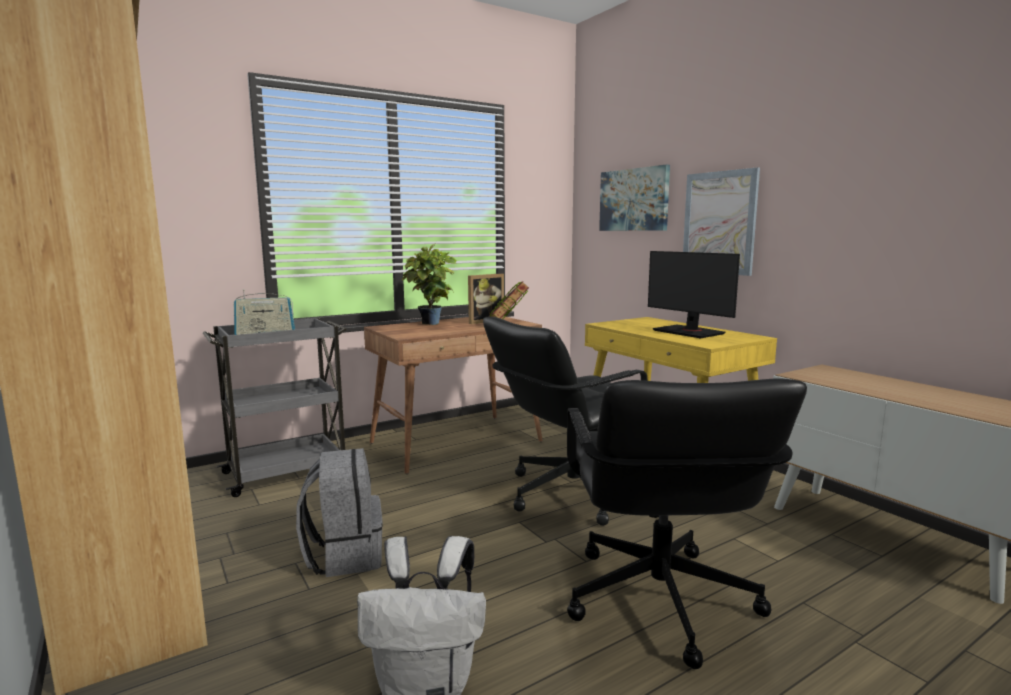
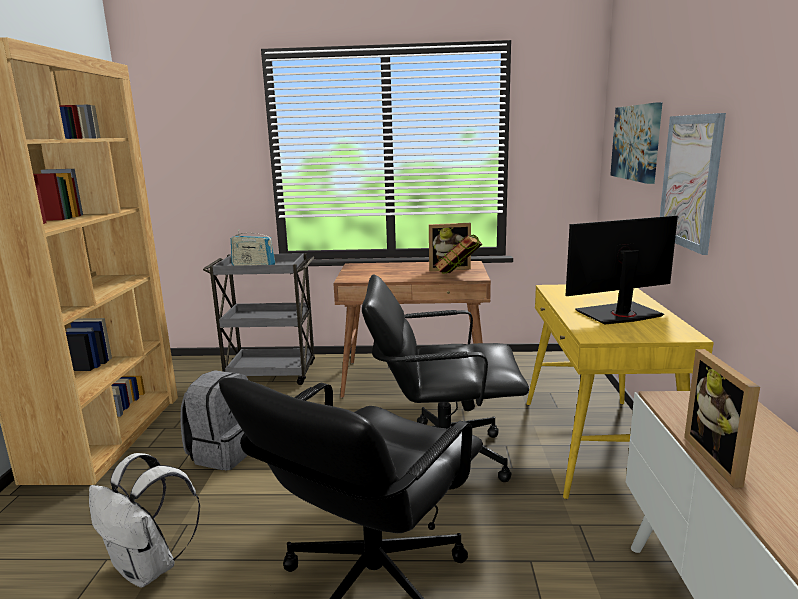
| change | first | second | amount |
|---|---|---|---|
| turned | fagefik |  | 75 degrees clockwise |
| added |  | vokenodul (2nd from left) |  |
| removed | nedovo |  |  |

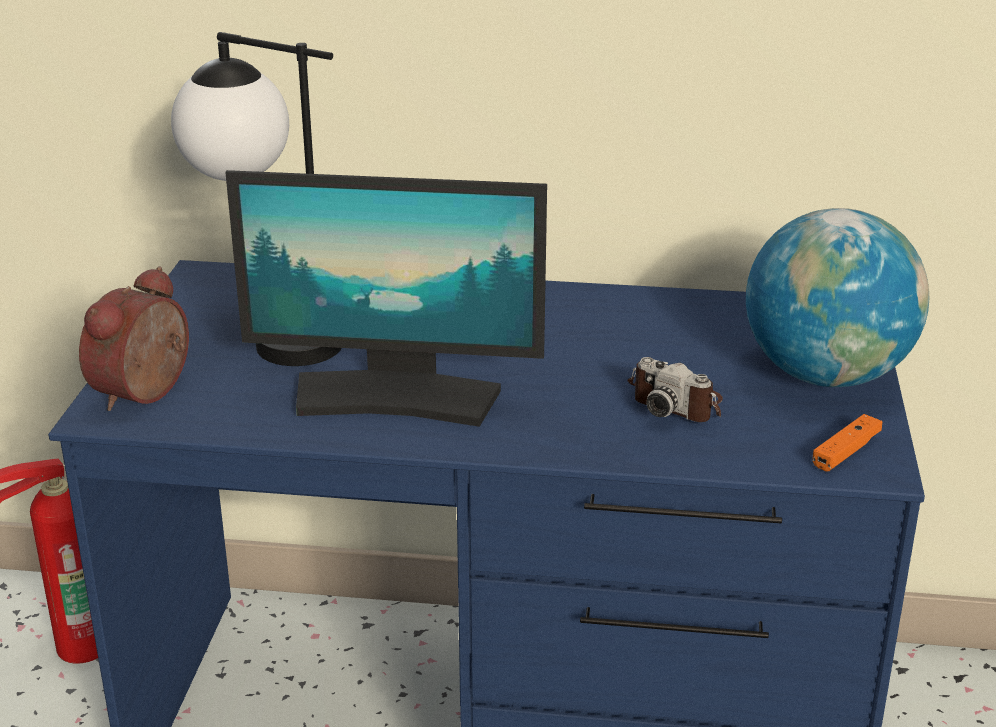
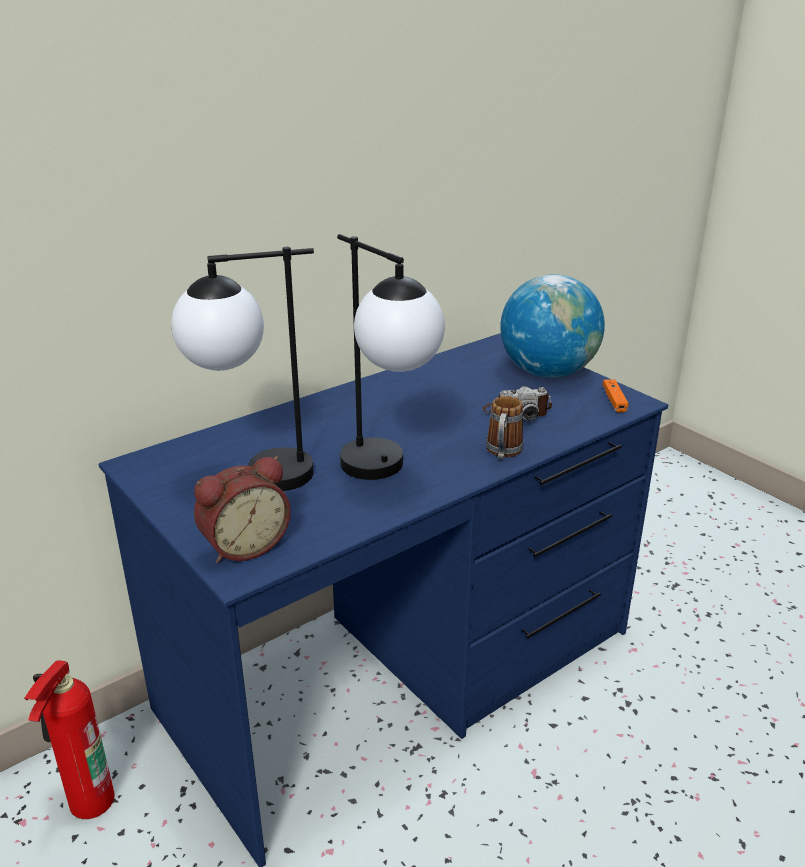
| change | first | second | amount |
|---|---|---|---|
| turned | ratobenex |  | 105 degrees counterclockwise |
| replaced | fagefik | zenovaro (2nd from left) |  |
| added |  | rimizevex |  |

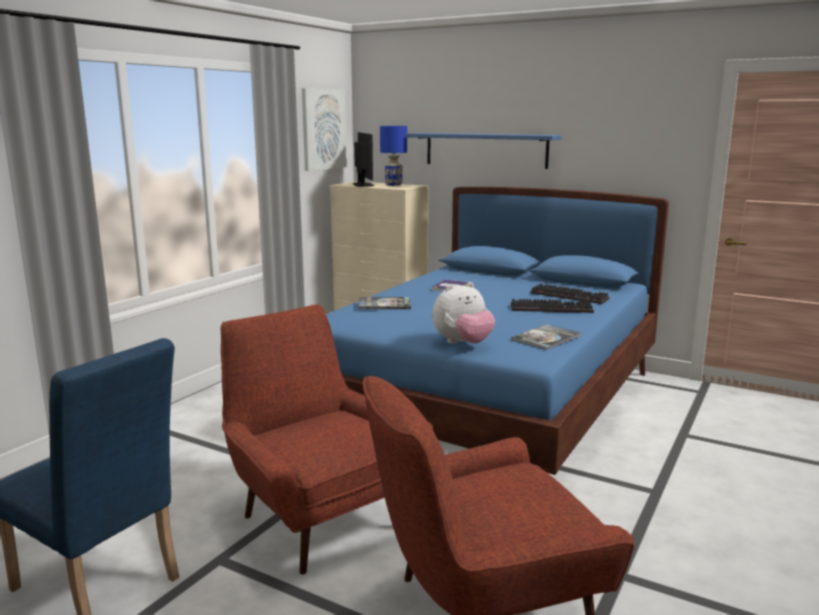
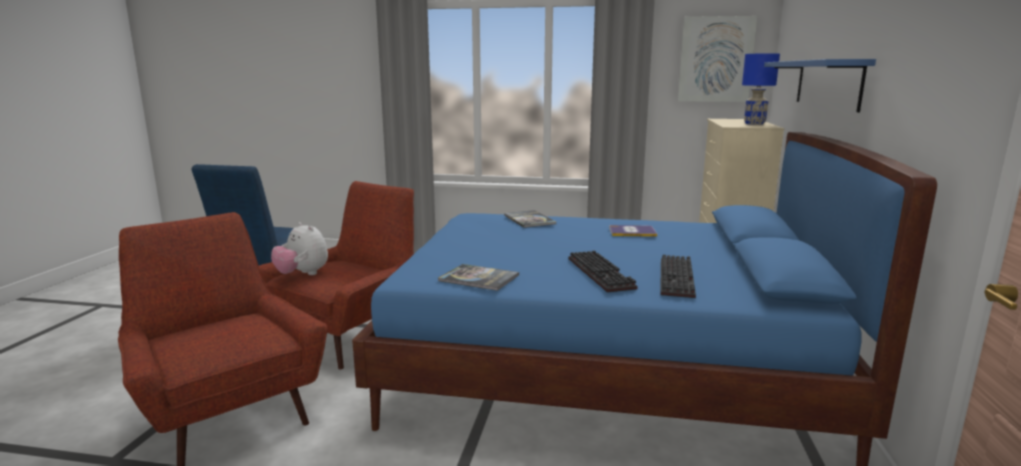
| change | first | second | amount |
|---|---|---|---|
| moved | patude |  |  |
| removed | fagefik |  |  |

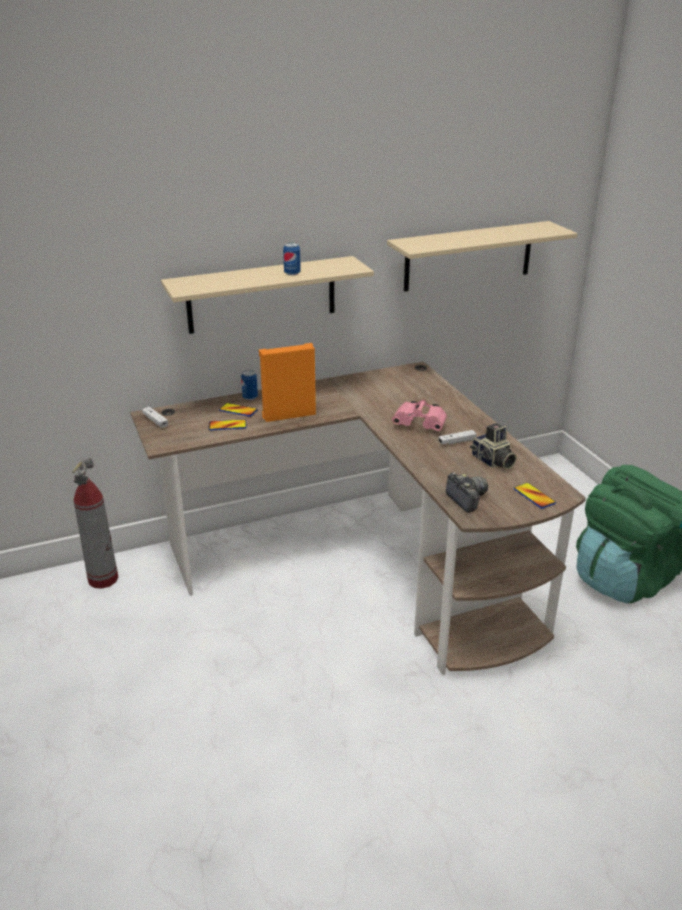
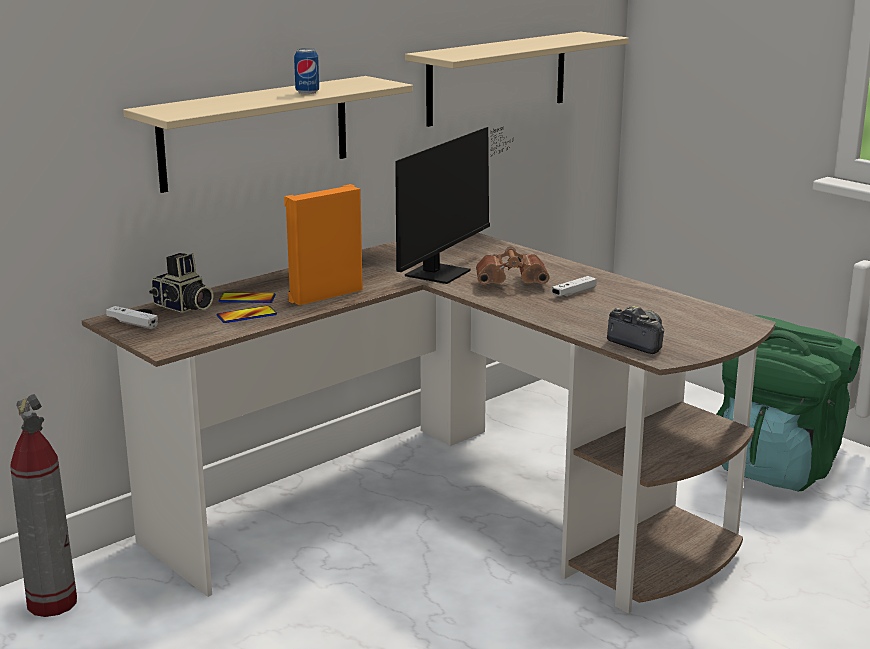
| change | first | second | amount |
|---|---|---|---|
| moved | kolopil (2nd from left in the first image) | kolopil (1st from left) |  |
| added |  | fagefik |  |
| recoloured | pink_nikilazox | brown_nikilazox |  |
| removed | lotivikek (1st from left) |  |  |
| removed | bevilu (3rd from left) |  |  |

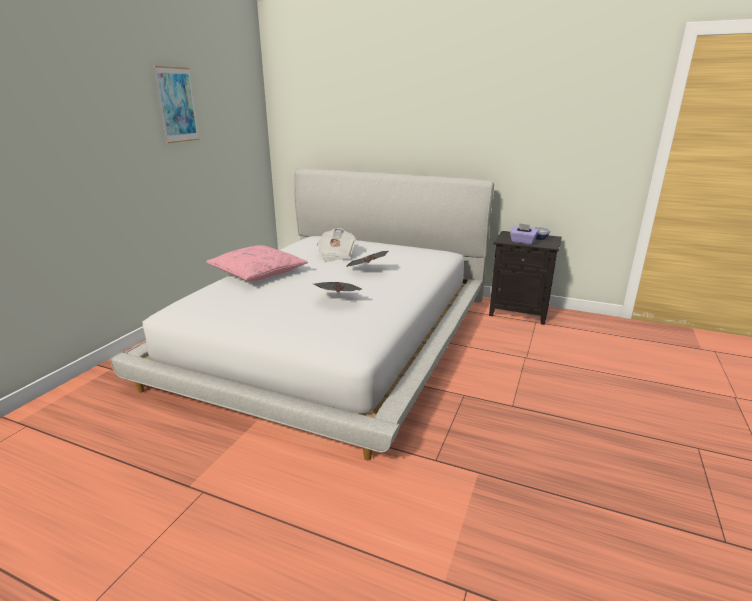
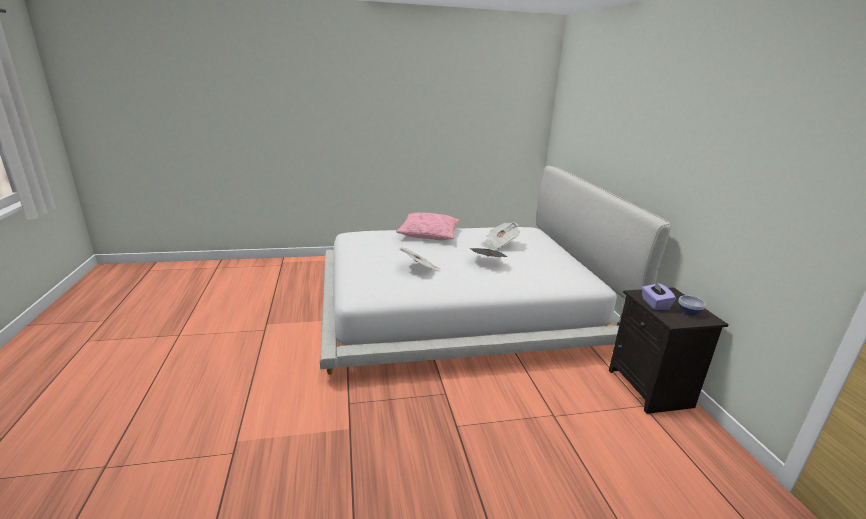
| change | first | second | amount |
|---|---|---|---|
| removed | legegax |  |  |

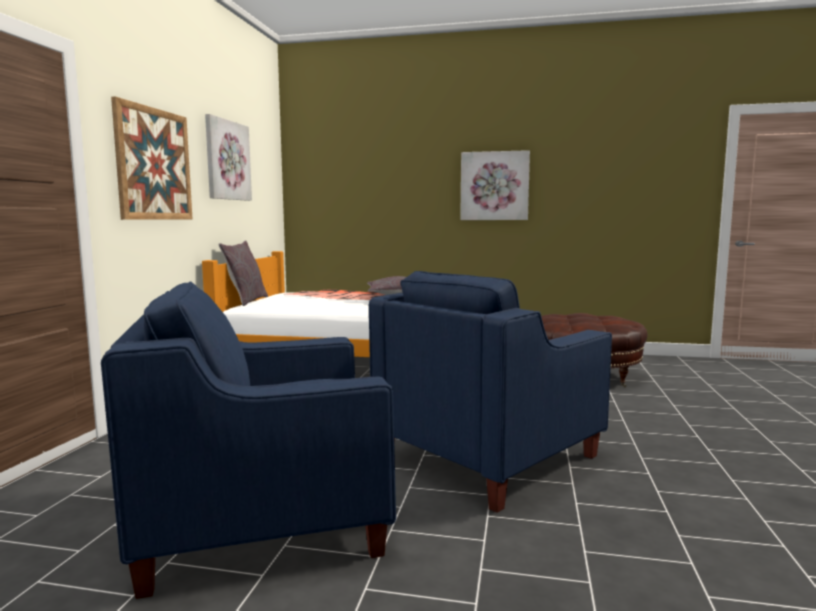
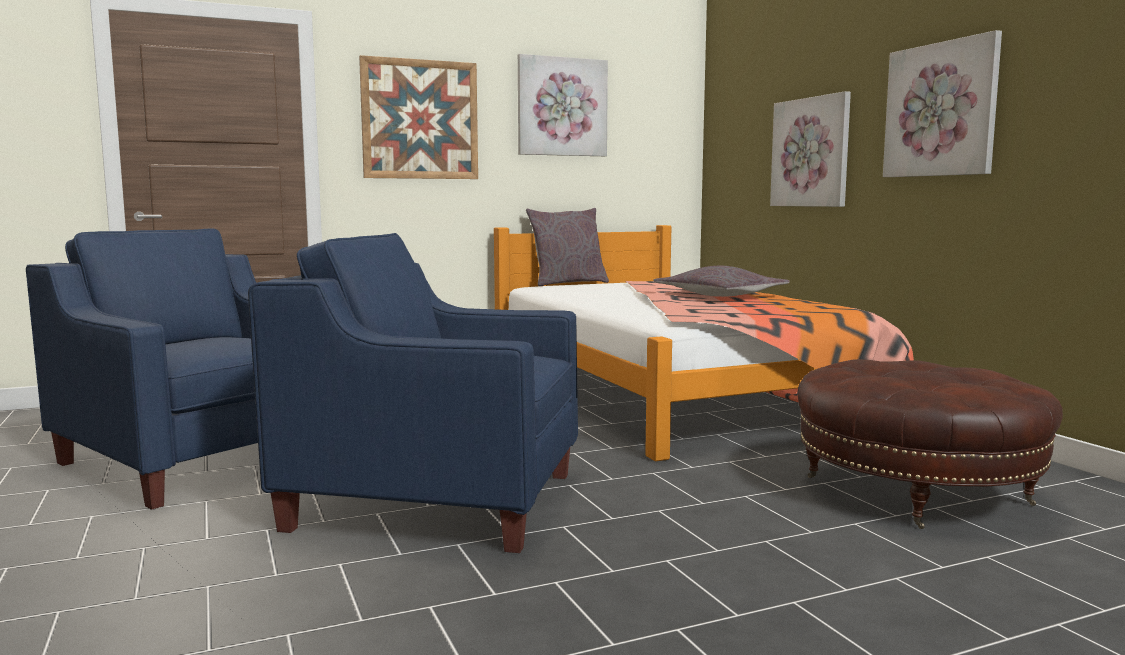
| change | first | second | amount |
|---|---|---|---|
| added |  | legegax (3rd from left) |  |

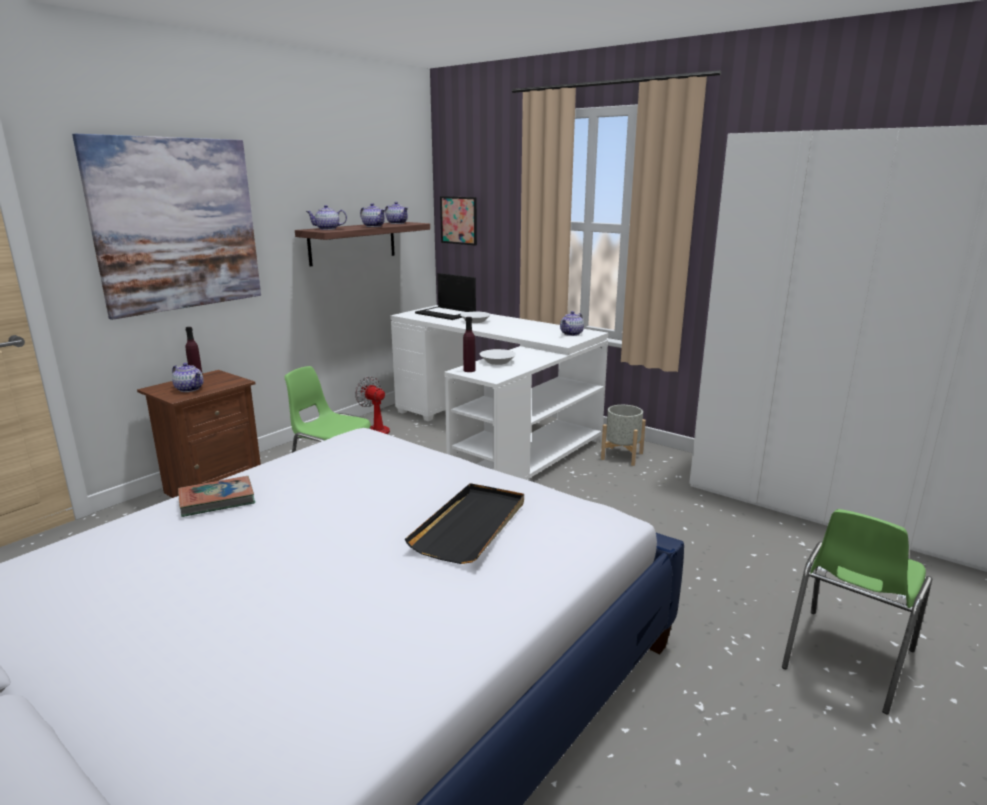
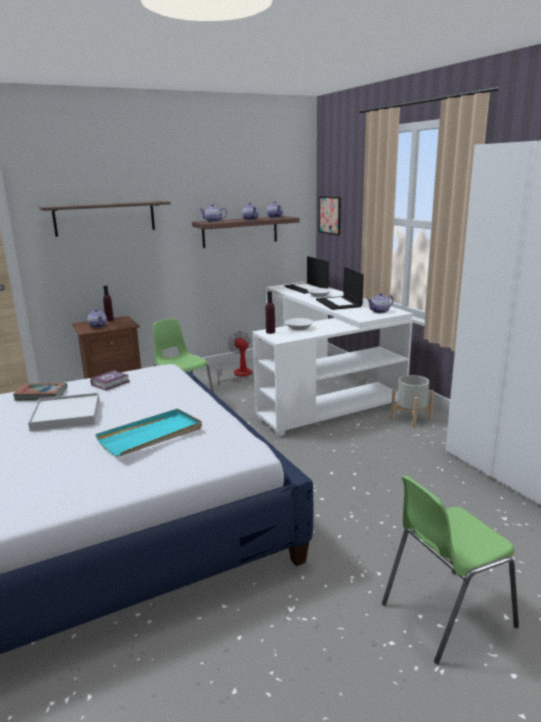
| change | first | second | amount |
|---|---|---|---|
| added |  | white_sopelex |  |
| replaced | legegax (1st from left) | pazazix (1st from left) |  |
| added |  | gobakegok (2nd from left) |  |
| recoloured | black_sopelex | turquoise_sopelex |  |
| added |  | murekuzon (2nd from left) |  |

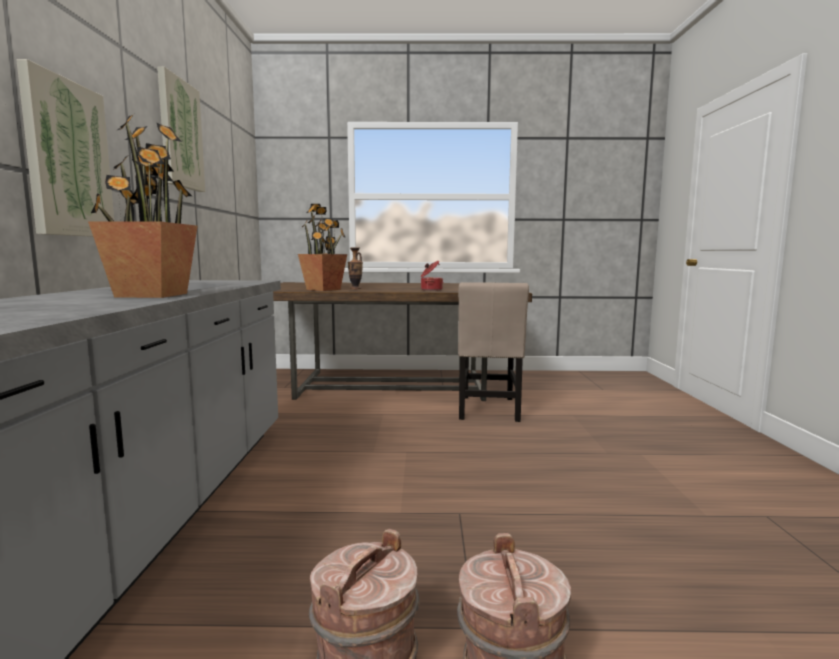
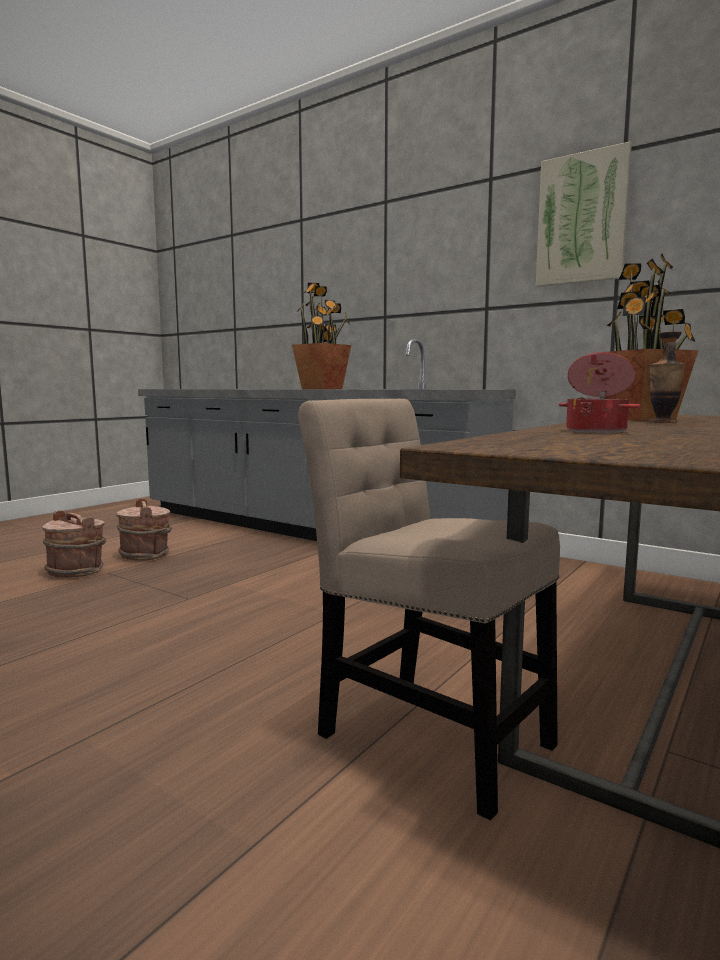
| change | first | second | amount |
|---|---|---|---|
| removed | legegax (1st from left) |  |  |

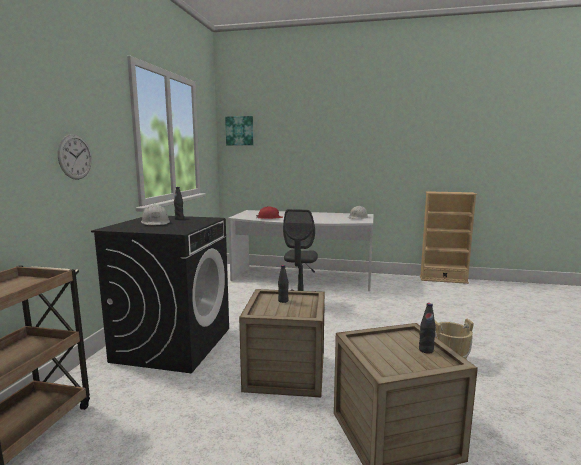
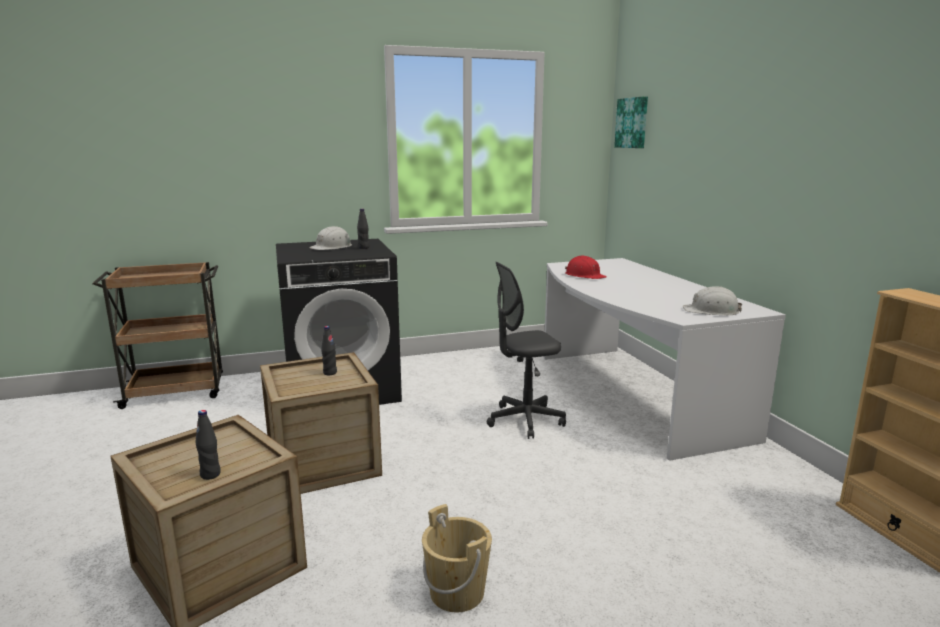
| change | first | second | amount |
|---|---|---|---|
| removed | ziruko |  |  |

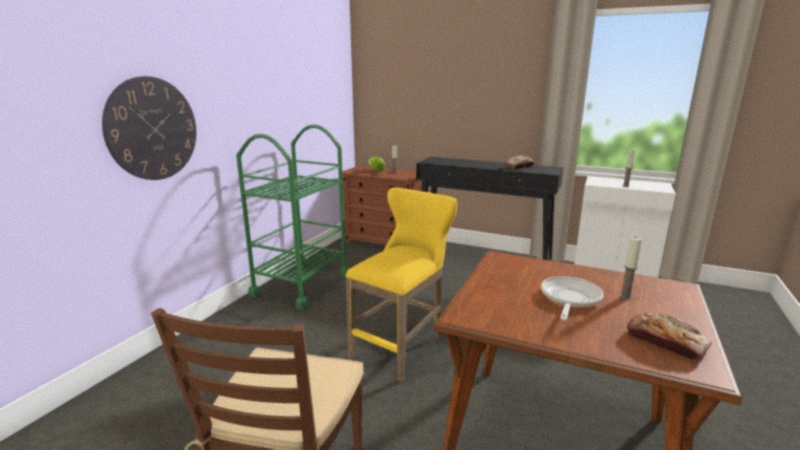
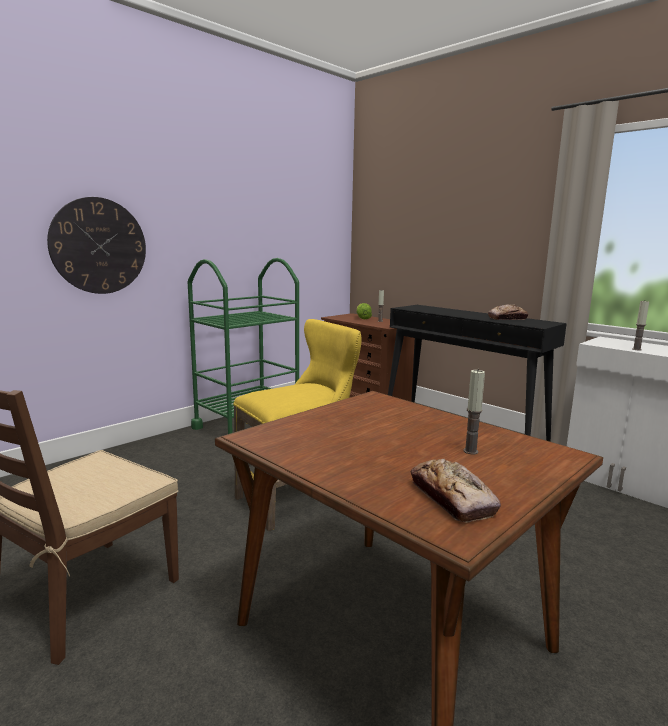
| change | first | second | amount |
|---|---|---|---|
| removed | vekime |  |  |

